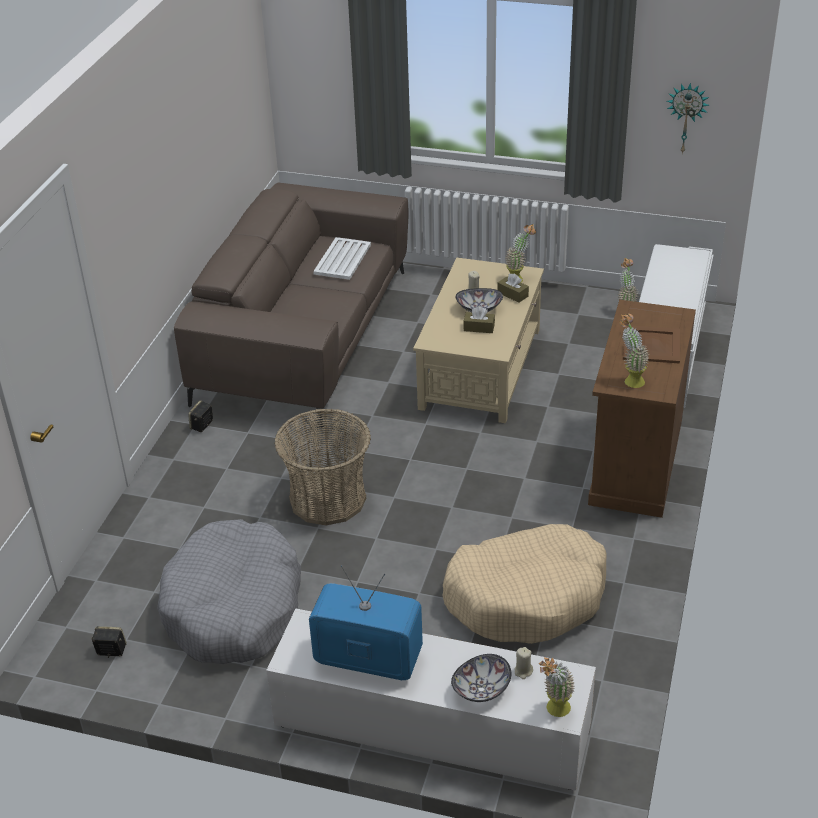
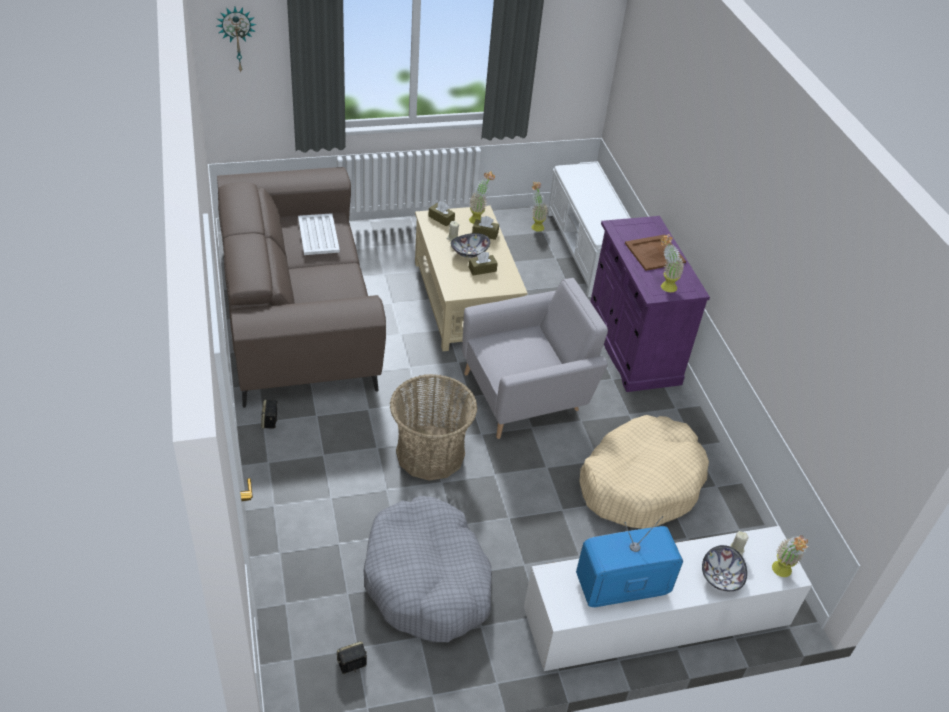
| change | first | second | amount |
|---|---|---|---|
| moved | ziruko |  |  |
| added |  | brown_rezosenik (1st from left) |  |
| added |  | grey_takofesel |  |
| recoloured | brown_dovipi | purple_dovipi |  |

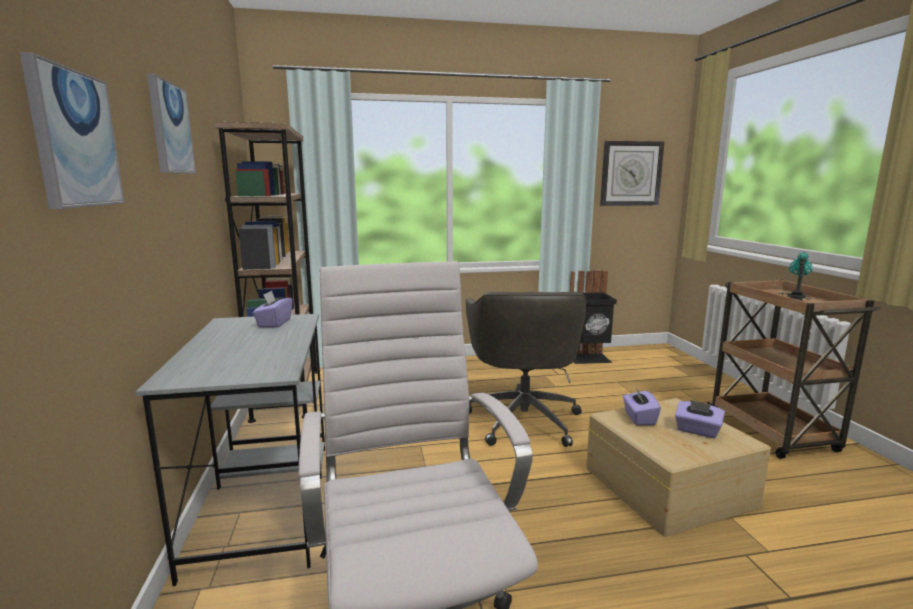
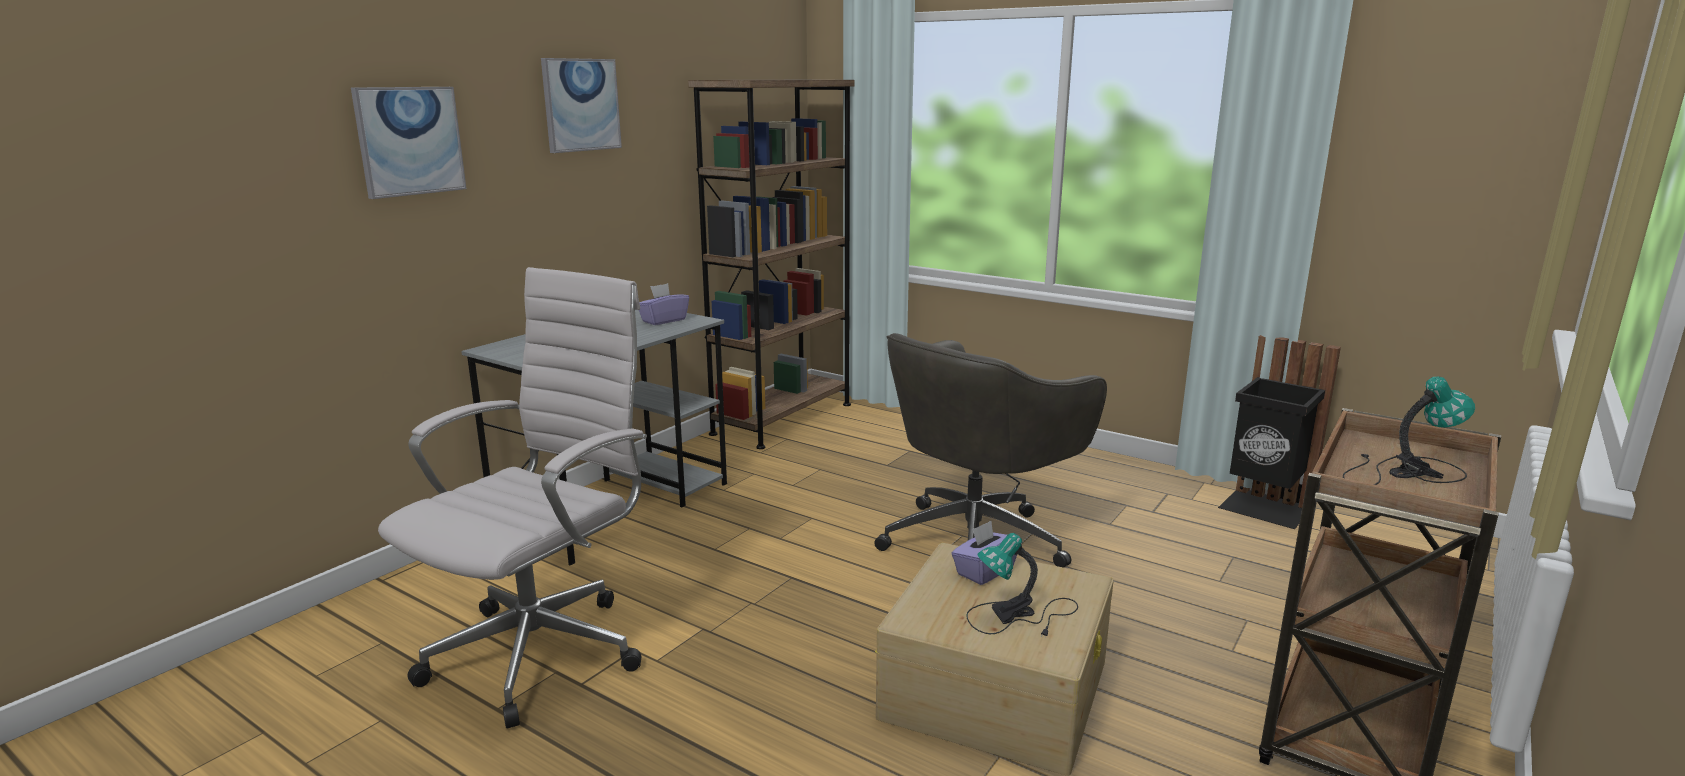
| change | first | second | amount |
|---|---|---|---|
| replaced | purple_rezosenik (3rd from left) | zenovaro (1st from left) |  |
| removed | ziruko |  |  |

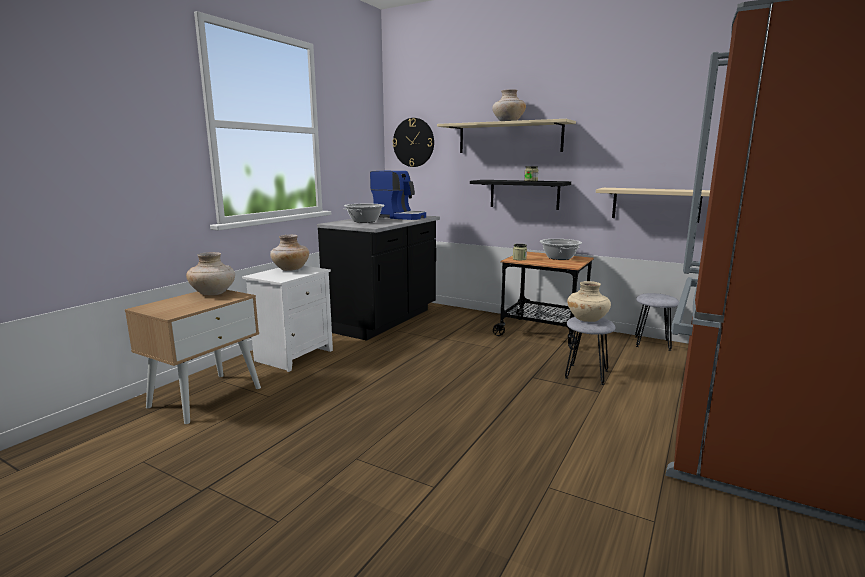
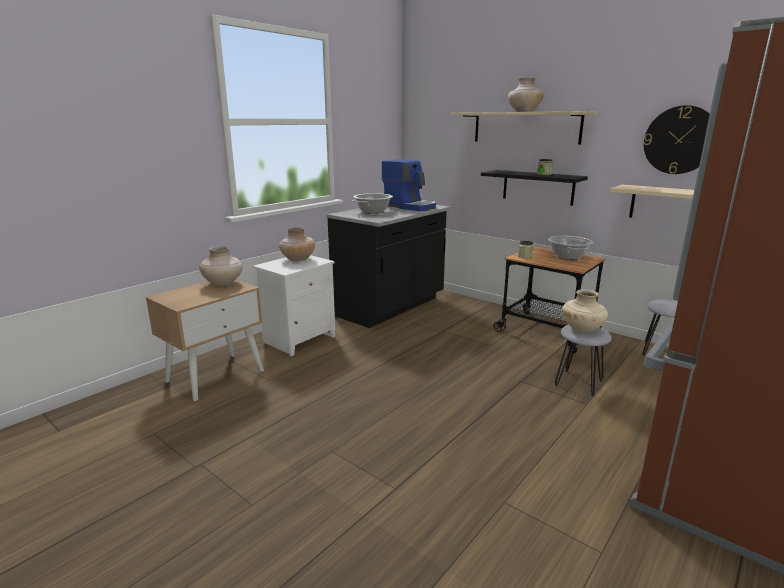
| change | first | second | amount |
|---|---|---|---|
| moved | ziruko |  |  |

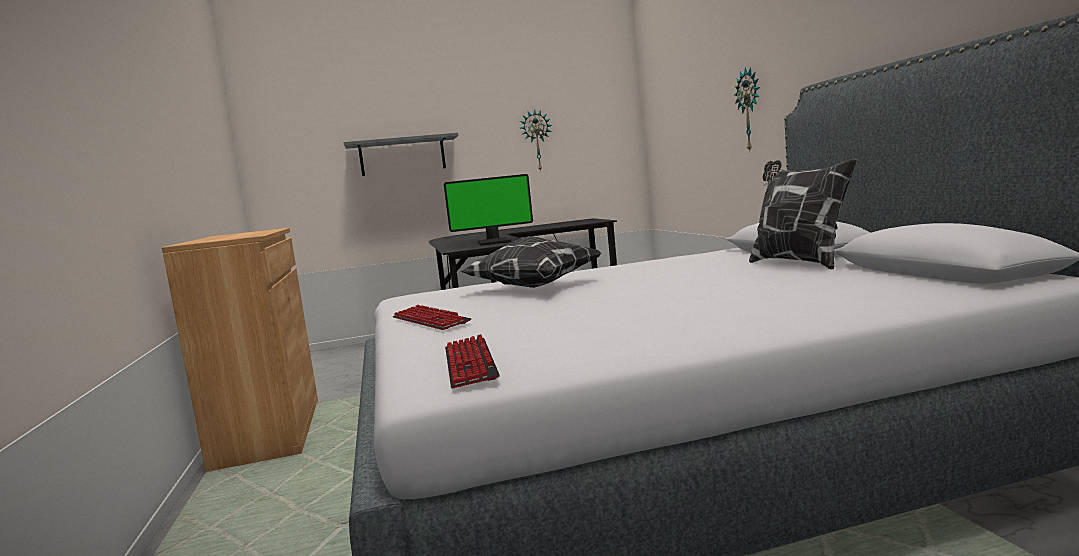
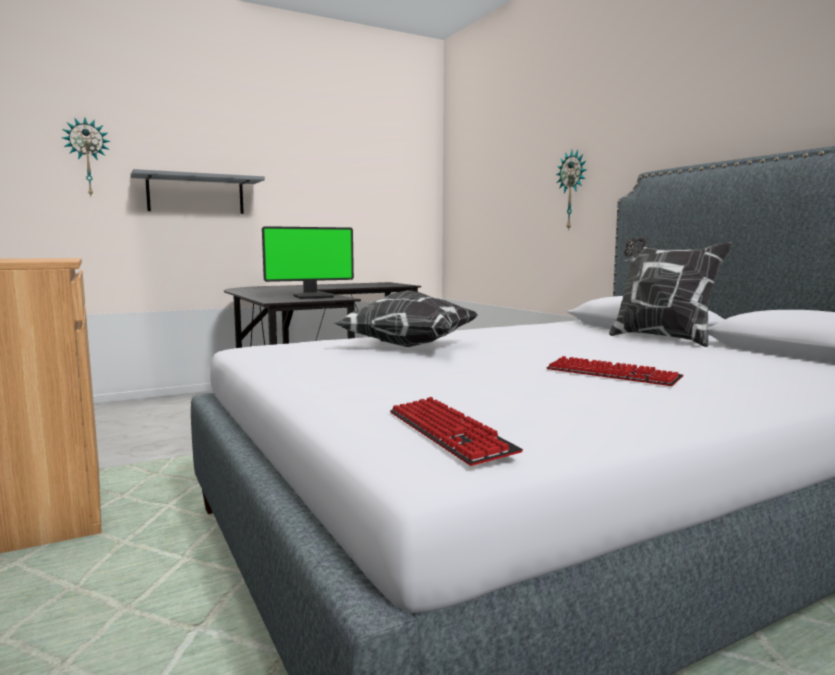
| change | first | second | amount |
|---|---|---|---|
| moved | ziruko (1st from left) |  |  |
| moved | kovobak (1st from left in the first image) | kovobak (2nd from left) |  |

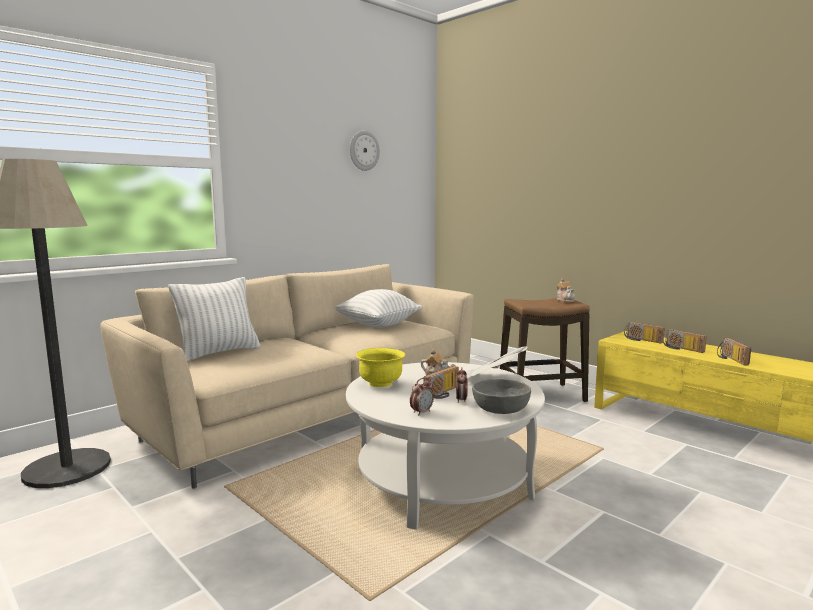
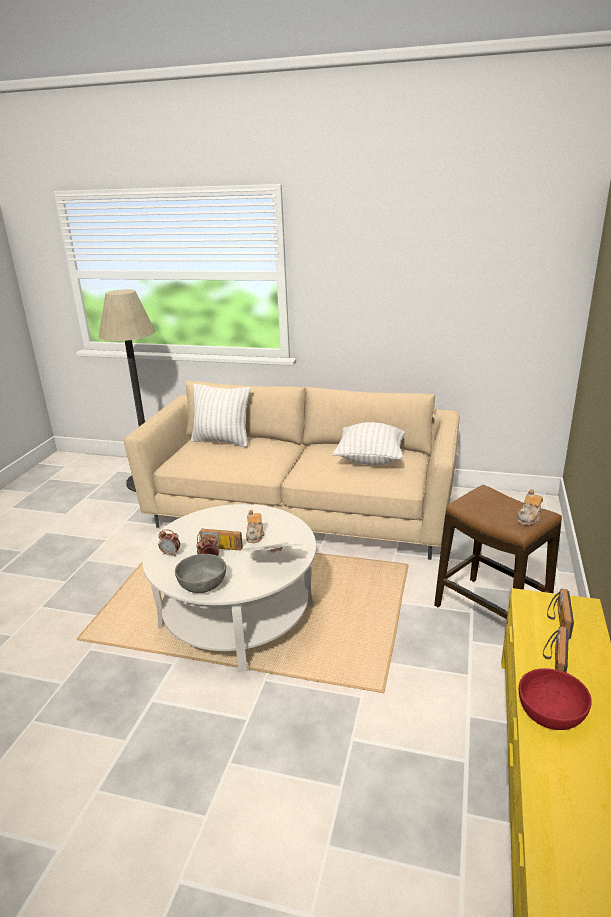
| change | first | second | amount |
|---|---|---|---|
| replaced | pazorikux (4th from left) | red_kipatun |  |
| removed | ziruko |  |  |
| removed | yellow_kipatun |  |  |

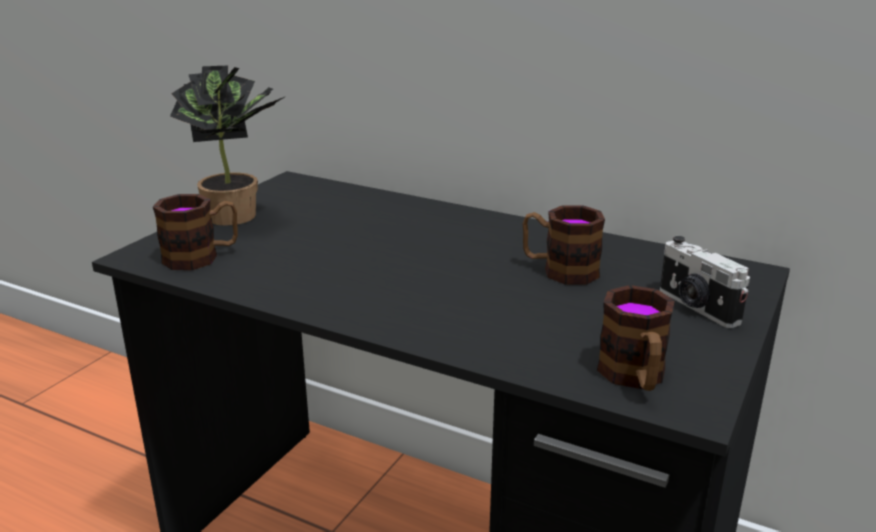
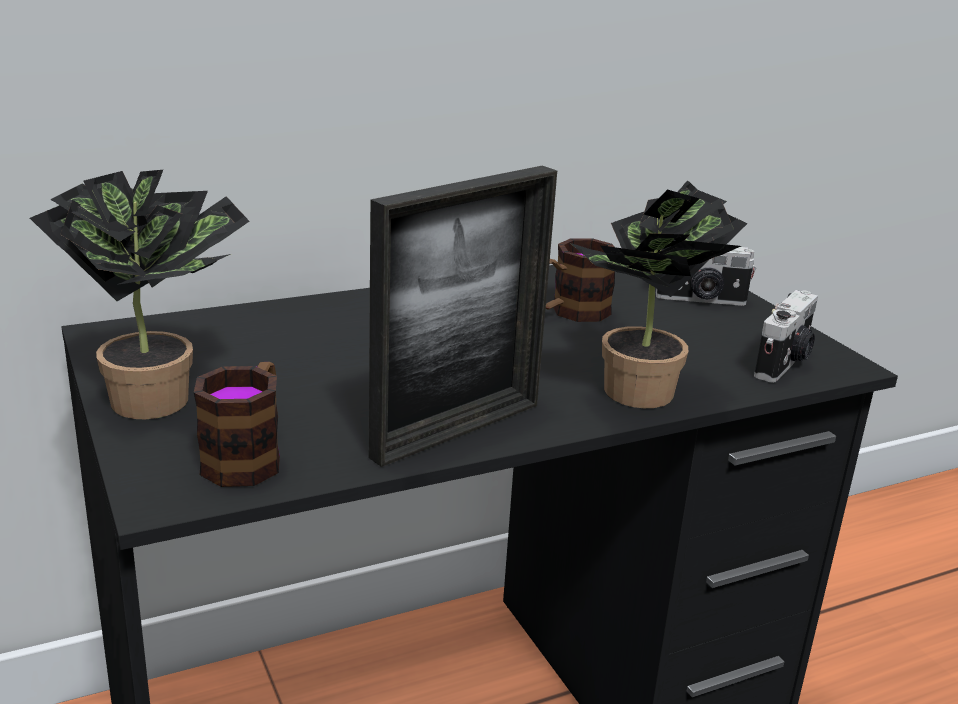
| change | first | second | amount |
|---|---|---|---|
| added |  | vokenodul |  |
| added |  | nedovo (2nd from left) |  |
| replaced | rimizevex (3rd from left) | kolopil (2nd from left) |  |

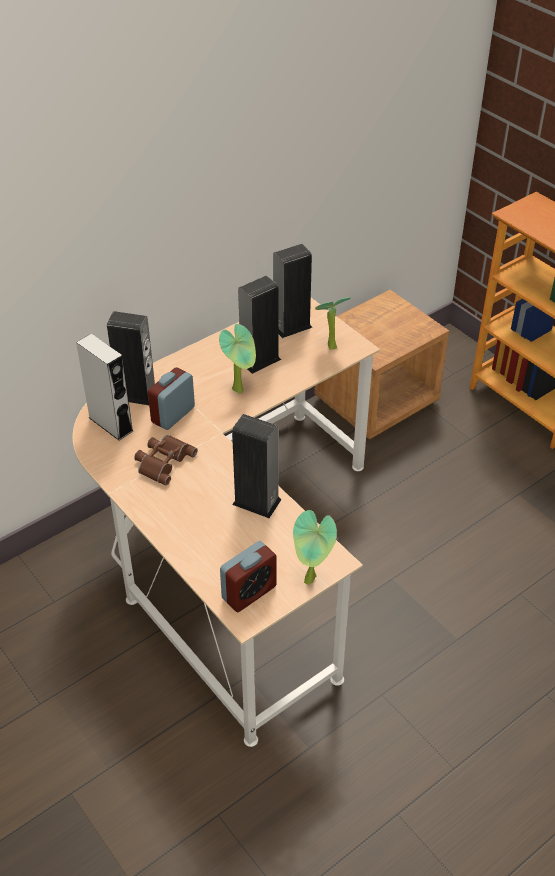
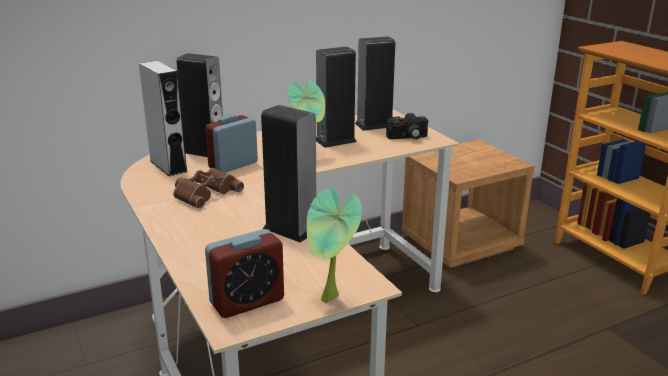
| change | first | second | amount |
|---|---|---|---|
| replaced | nedovo (3rd from left) | kolopil |  |

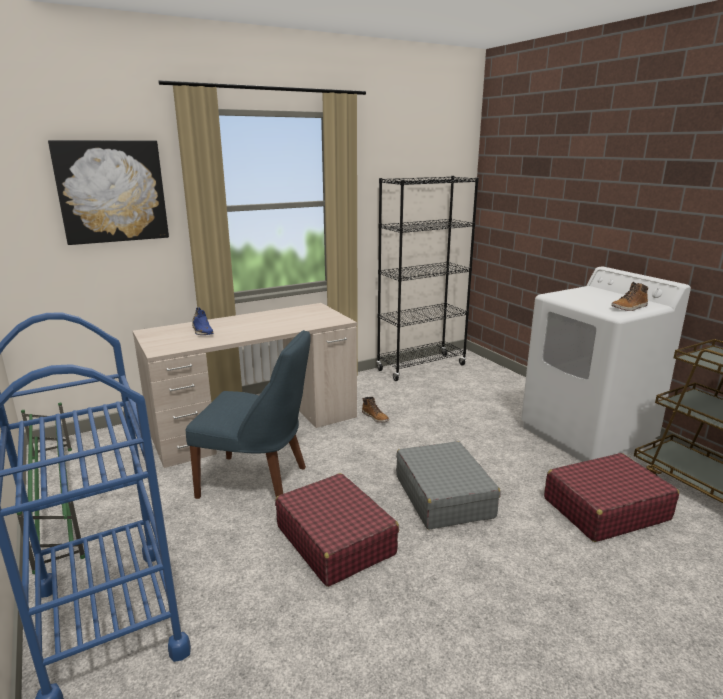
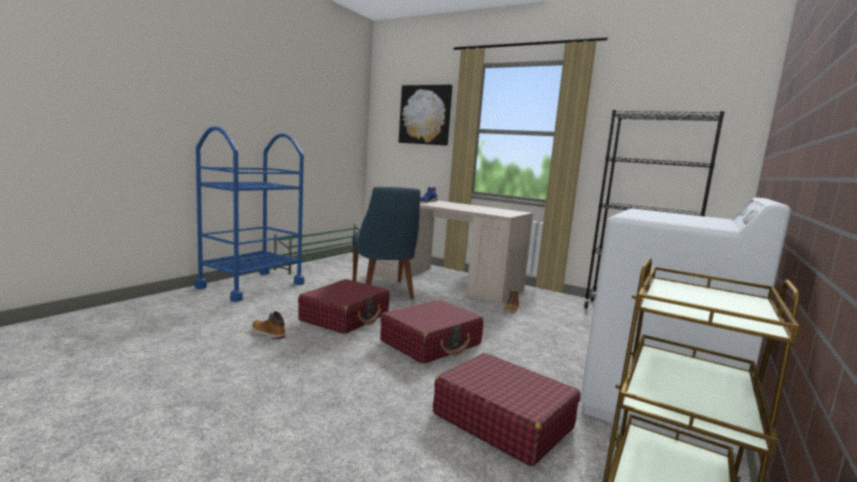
| change | first | second | amount |
|---|---|---|---|
| moved | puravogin (2nd from left in the first image) | puravogin (1st from left) |  |
| recoloured | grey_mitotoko | red_mitotoko (2nd from left) |  |

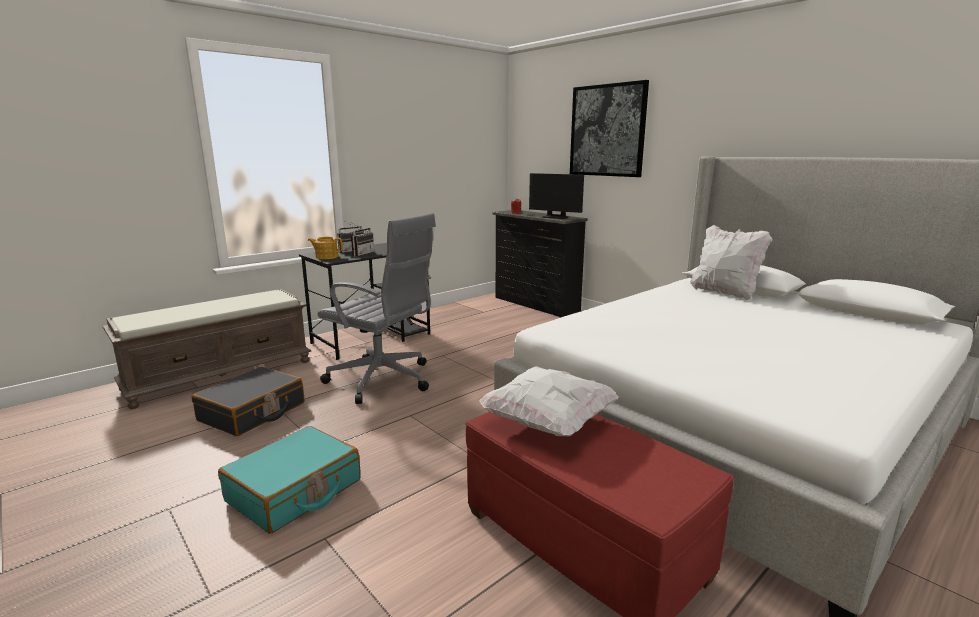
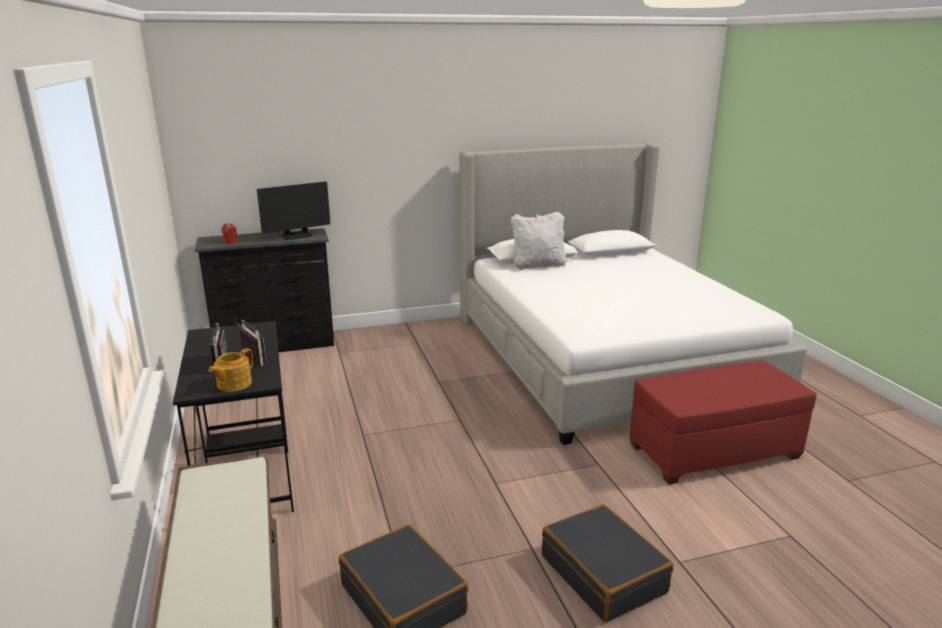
| change | first | second | amount |
|---|---|---|---|
| recoloured | turquoise_mitotoko | black_mitotoko (2nd from left) |  |
| removed | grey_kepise |  |  |
| removed | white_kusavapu (1st from left) |  |  |
| removed | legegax |  |  |

